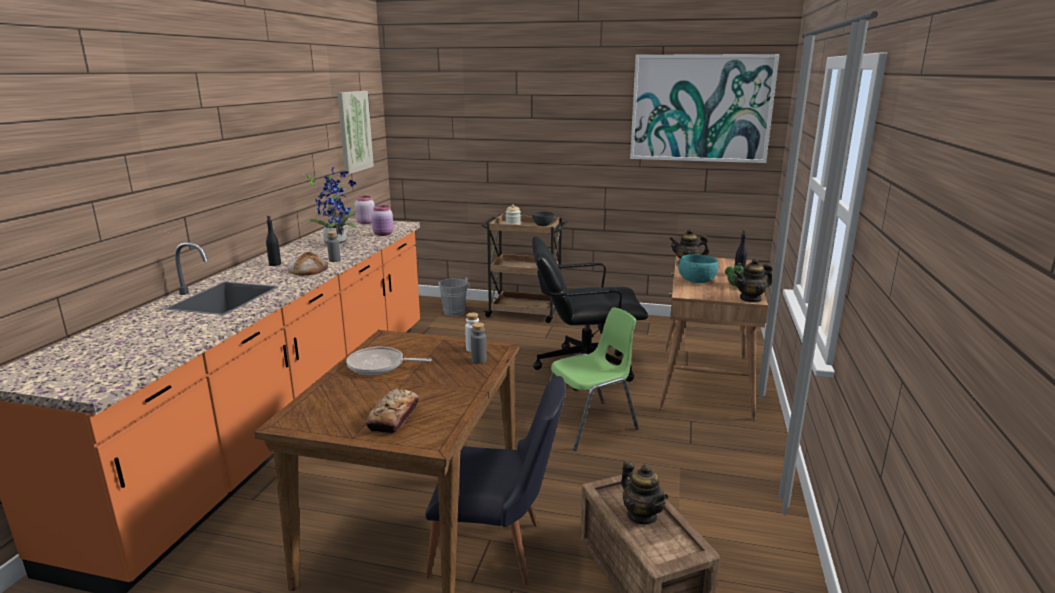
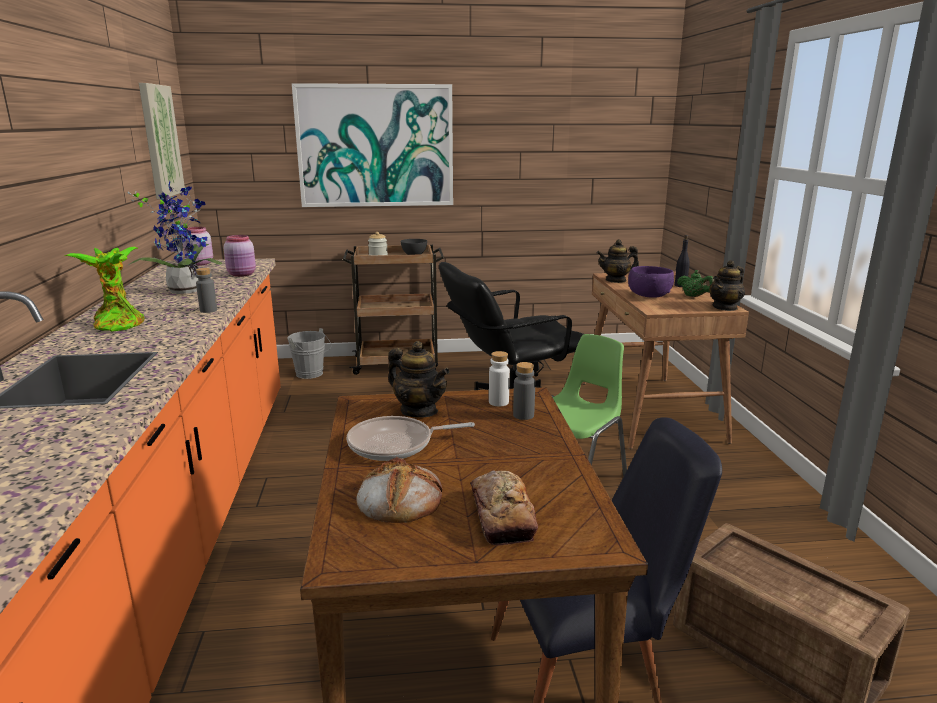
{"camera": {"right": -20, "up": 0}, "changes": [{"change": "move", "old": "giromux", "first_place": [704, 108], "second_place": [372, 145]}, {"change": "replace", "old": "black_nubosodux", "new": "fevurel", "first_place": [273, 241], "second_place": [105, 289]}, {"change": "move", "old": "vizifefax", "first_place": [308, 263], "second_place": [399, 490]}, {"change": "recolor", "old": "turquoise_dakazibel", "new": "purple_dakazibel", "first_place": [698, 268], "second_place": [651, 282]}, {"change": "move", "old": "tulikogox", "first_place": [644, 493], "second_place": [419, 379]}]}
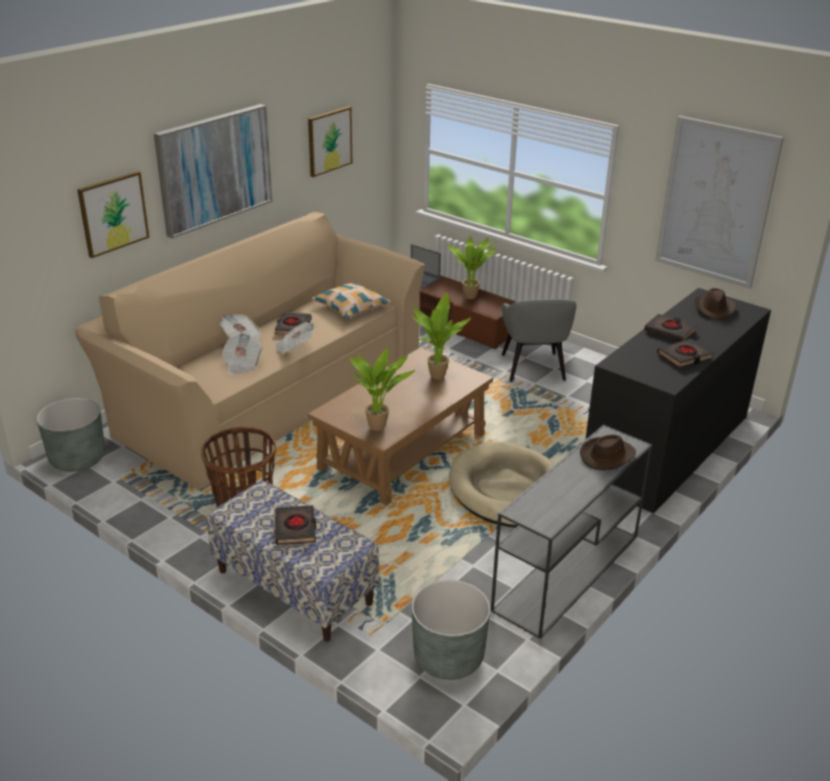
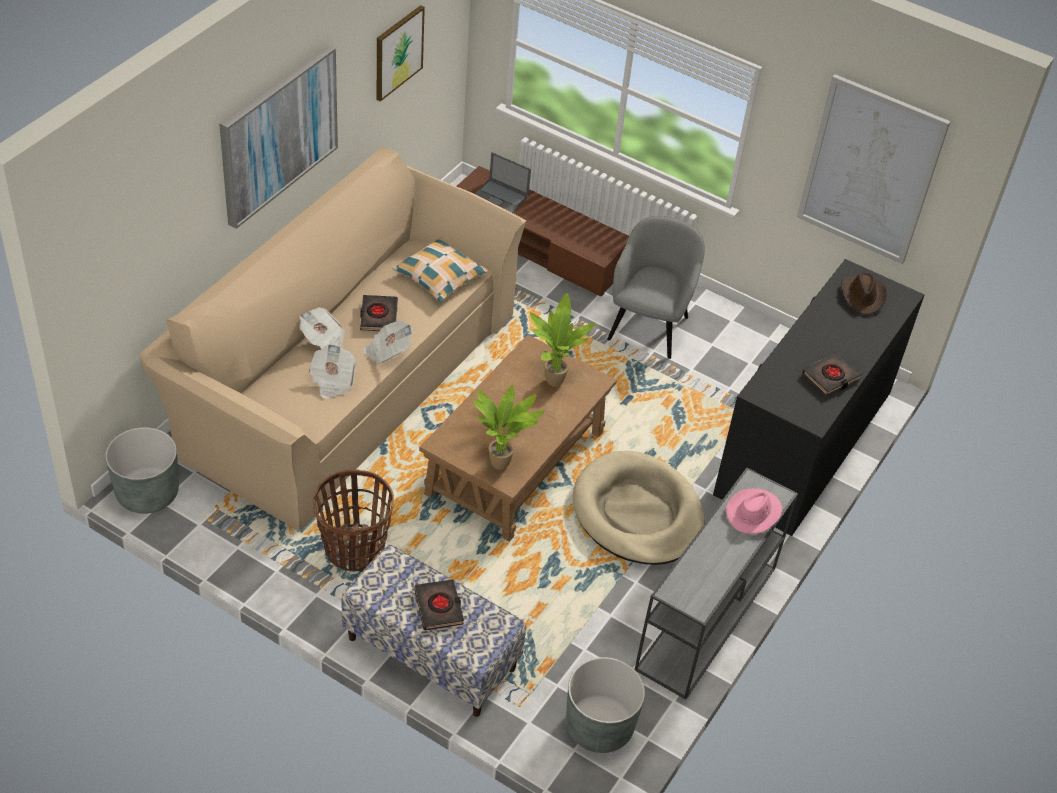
{"camera": {"right": -10, "up": 15}, "changes": [{"change": "delete", "old": "giromux", "first_place": [113, 214]}, {"change": "delete", "old": "fevurel", "first_place": [472, 267]}, {"change": "rotate", "old": "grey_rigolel", "first_place": [539, 340], "second_place": [656, 287], "degrees": -150}, {"change": "delete", "old": "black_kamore", "first_place": [670, 327]}, {"change": "recolor", "old": "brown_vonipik", "new": "pink_vonipik", "first_place": [608, 452], "second_place": [754, 511]}]}
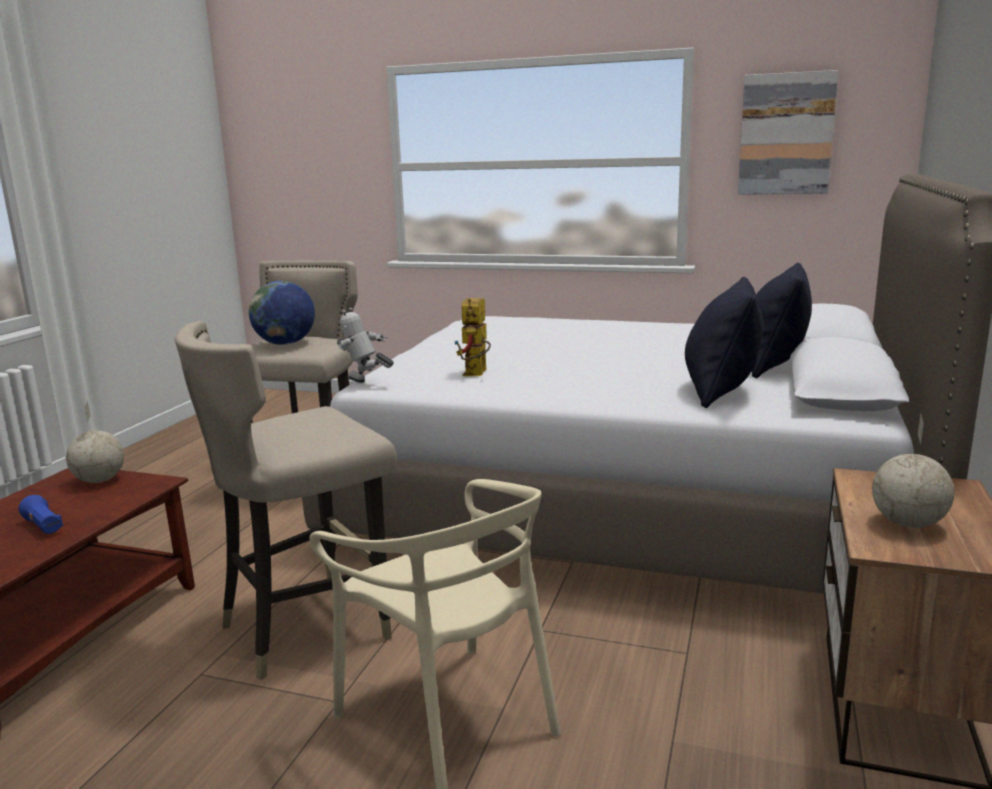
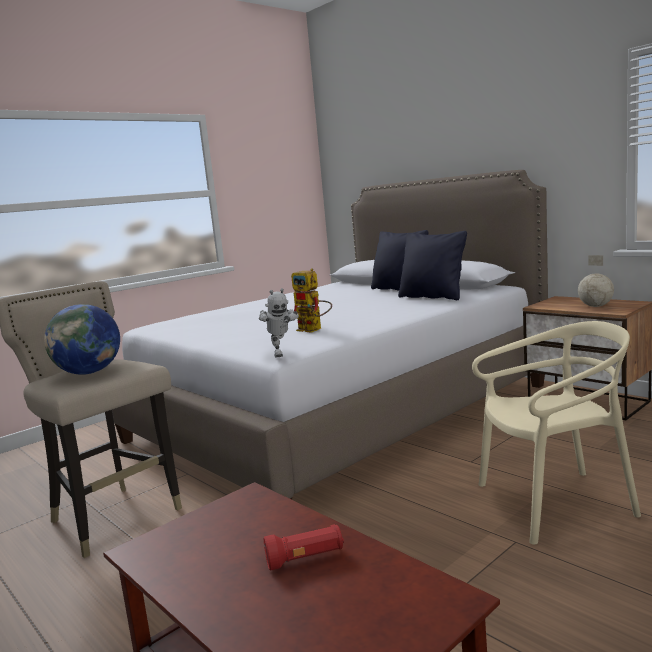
{"camera": {"right": -60, "up": -5}, "changes": [{"change": "delete", "old": "giromux", "first_place": [788, 132]}, {"change": "rotate", "old": "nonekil", "first_place": [365, 345], "second_place": [279, 322], "degrees": -75}, {"change": "delete", "old": "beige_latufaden", "first_place": [286, 500]}, {"change": "delete", "old": "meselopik", "first_place": [95, 442]}, {"change": "recolor", "old": "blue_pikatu", "new": "red_pikatu", "first_place": [40, 514], "second_place": [304, 547]}]}
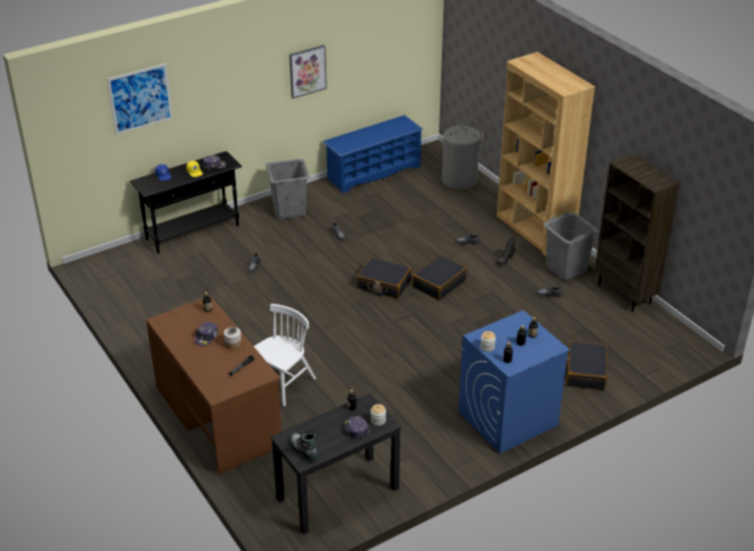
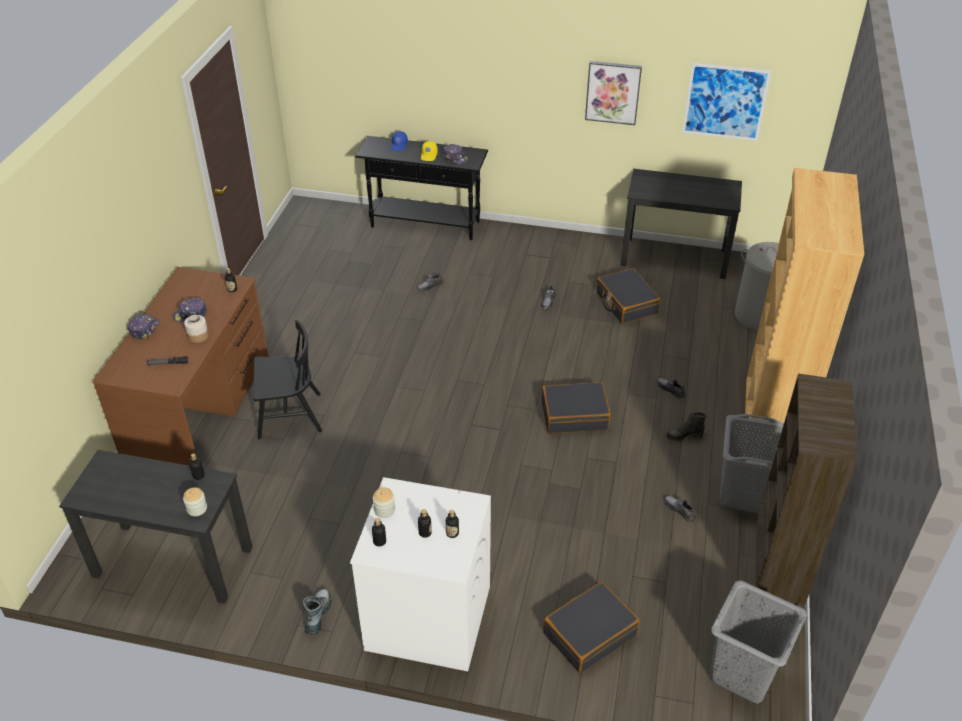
{"camera": {"right": 45, "up": 5}, "changes": [{"change": "move", "old": "giromux", "first_place": [140, 99], "second_place": [727, 102]}, {"change": "replace", "old": "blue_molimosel", "new": "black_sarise", "first_place": [373, 154], "second_place": [681, 224]}, {"change": "move", "old": "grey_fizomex", "first_place": [287, 189], "second_place": [758, 642]}, {"change": "move", "old": "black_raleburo", "first_place": [384, 278], "second_place": [629, 296]}, {"change": "recolor", "old": "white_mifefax", "new": "black_mifefax", "first_place": [285, 355], "second_place": [287, 379]}, {"change": "recolor", "old": "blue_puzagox", "new": "white_puzagox", "first_place": [514, 382], "second_place": [420, 574]}, {"change": "move", "old": "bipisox", "first_place": [356, 427], "second_place": [143, 326]}, {"change": "move", "old": "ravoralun", "first_place": [305, 446], "second_place": [317, 611]}]}
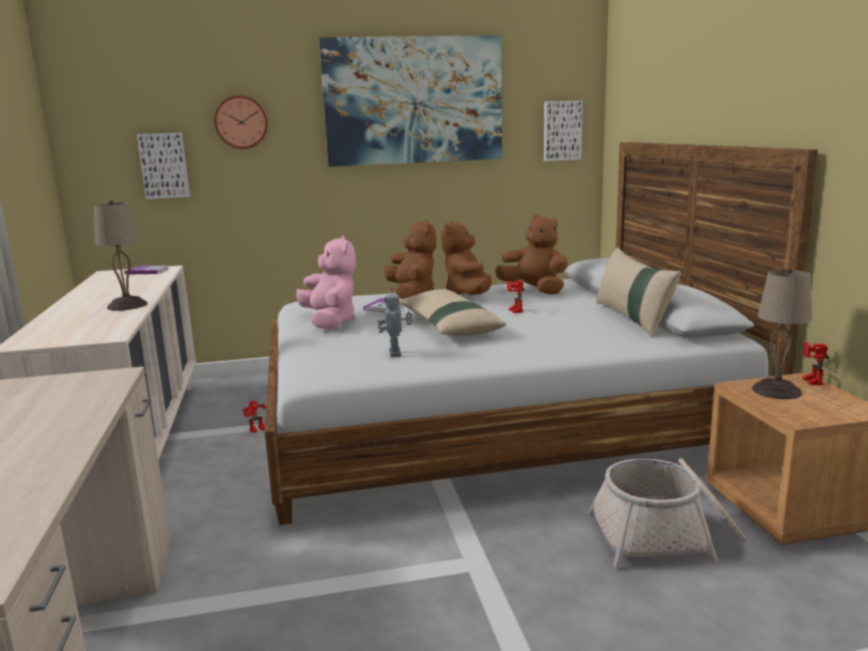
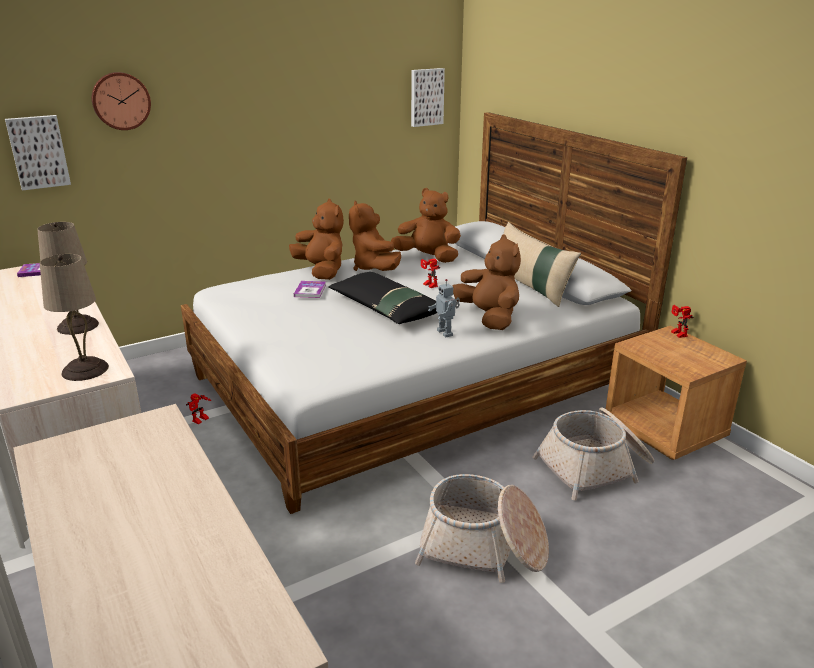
{"camera": {"right": -20, "up": 10}, "changes": [{"change": "delete", "old": "giromux", "first_place": [410, 101]}, {"change": "delete", "old": "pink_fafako", "first_place": [326, 282]}, {"change": "move", "old": "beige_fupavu", "first_place": [782, 333], "second_place": [74, 317]}, {"change": "move", "old": "nonekil", "first_place": [394, 322], "second_place": [444, 308]}, {"change": "recolor", "old": "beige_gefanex", "new": "black_gefanex", "first_place": [452, 312], "second_place": [383, 298]}, {"change": "insert", "new": "brown_fafako", "second_place": [487, 282]}, {"change": "insert", "new": "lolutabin", "second_place": [482, 528]}]}
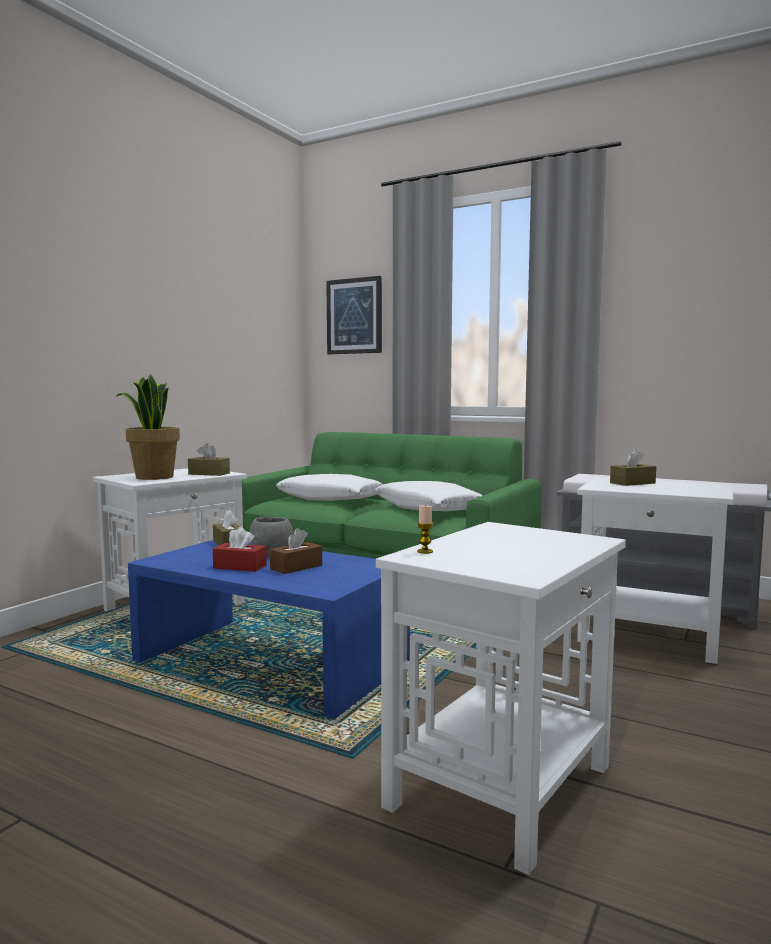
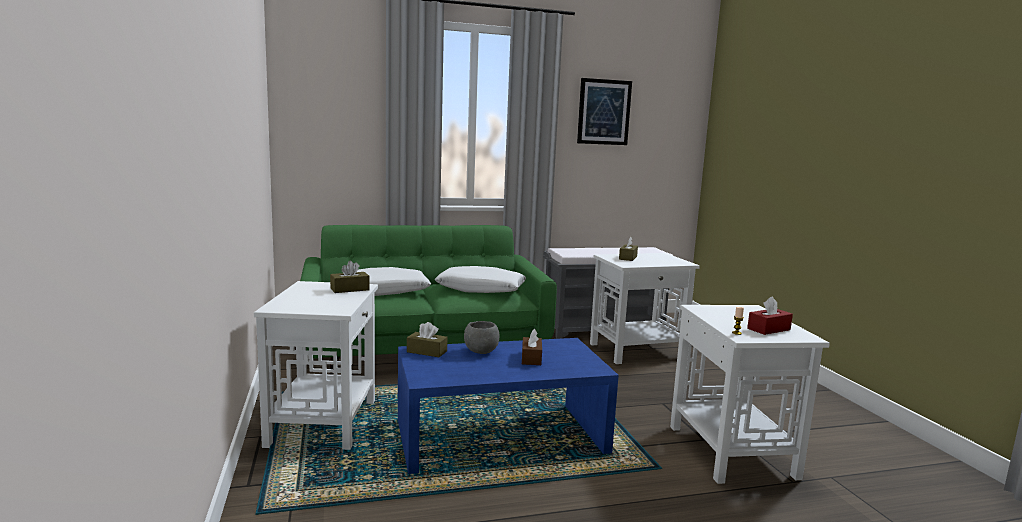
{"camera": {"right": -45, "up": 5}, "changes": [{"change": "move", "old": "giromux", "first_place": [354, 315], "second_place": [604, 111]}, {"change": "delete", "old": "fevurel", "first_place": [148, 427]}, {"change": "move", "old": "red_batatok", "first_place": [240, 549], "second_place": [770, 315]}]}
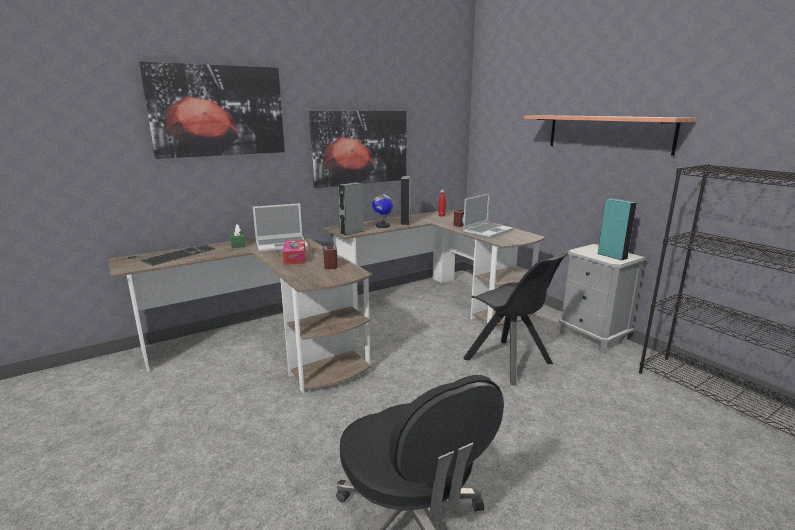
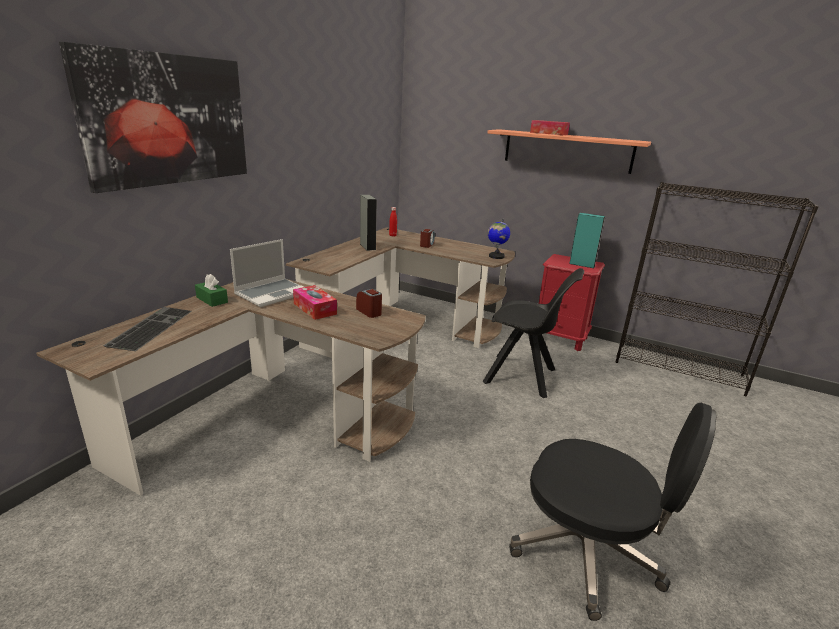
{"camera": {"right": -30, "up": 5}, "changes": [{"change": "delete", "old": "giromux", "first_place": [358, 149]}, {"change": "delete", "old": "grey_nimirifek", "first_place": [351, 209]}, {"change": "move", "old": "meselopik", "first_place": [383, 210], "second_place": [499, 239]}, {"change": "delete", "old": "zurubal", "first_place": [488, 215]}, {"change": "recolor", "old": "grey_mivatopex", "new": "red_mivatopex", "first_place": [602, 298], "second_place": [572, 302]}, {"change": "insert", "new": "batatok", "second_place": [550, 127]}]}
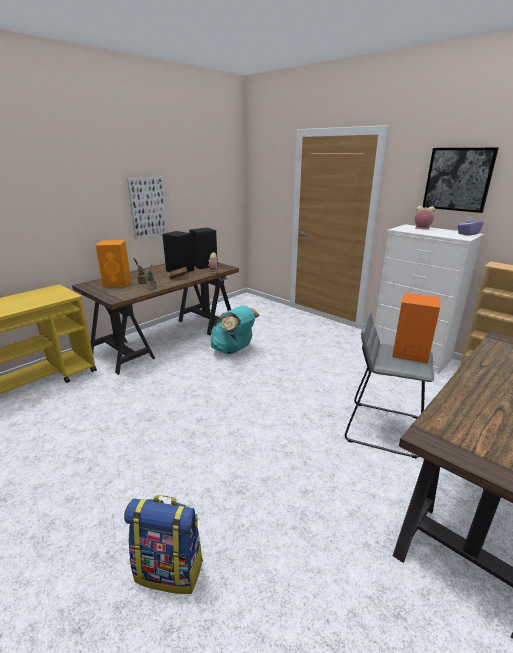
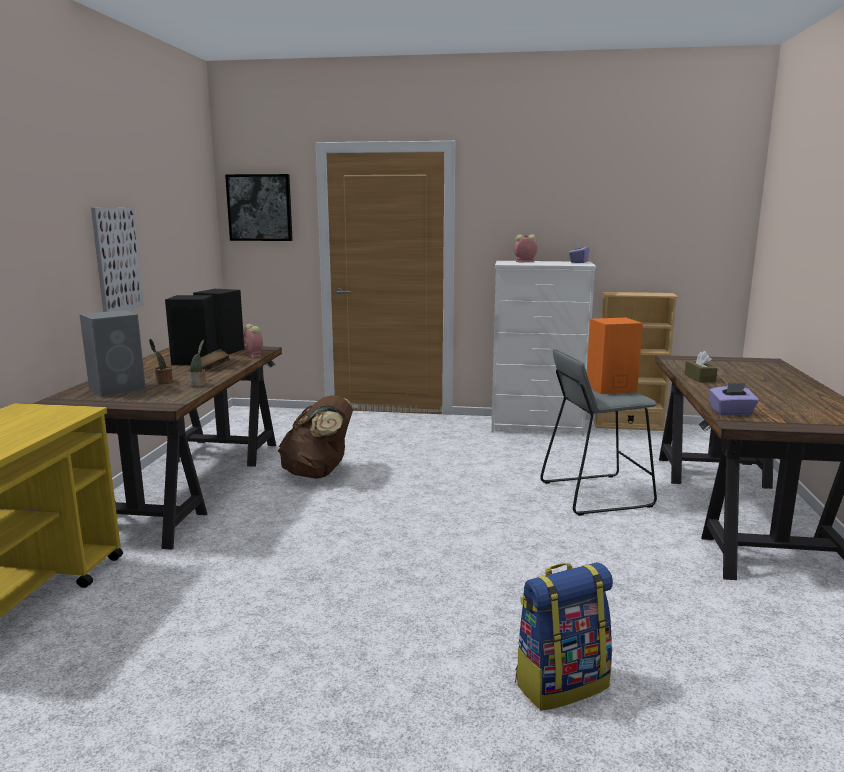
{"camera": {"right": -35, "up": -10}, "changes": [{"change": "move", "old": "giromux", "first_place": [461, 180], "second_place": [259, 207]}, {"change": "recolor", "old": "orange_nimirifek", "new": "grey_nimirifek", "first_place": [113, 263], "second_place": [112, 353]}, {"change": "recolor", "old": "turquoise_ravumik", "new": "brown_ravumik", "first_place": [235, 330], "second_place": [315, 437]}, {"change": "insert", "new": "brown_batatok", "second_place": [701, 366]}, {"change": "insert", "new": "purple_batatok", "second_place": [734, 399]}]}
